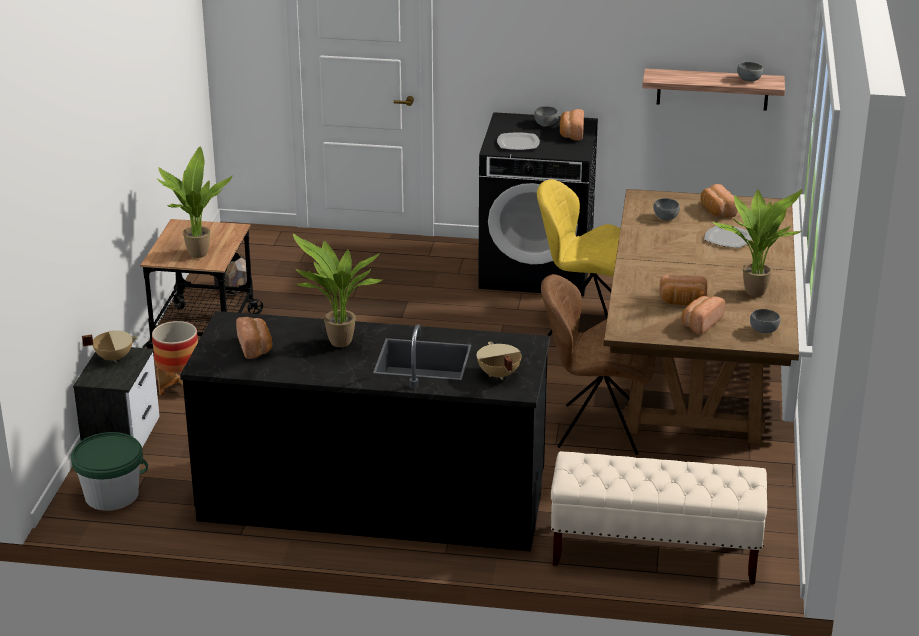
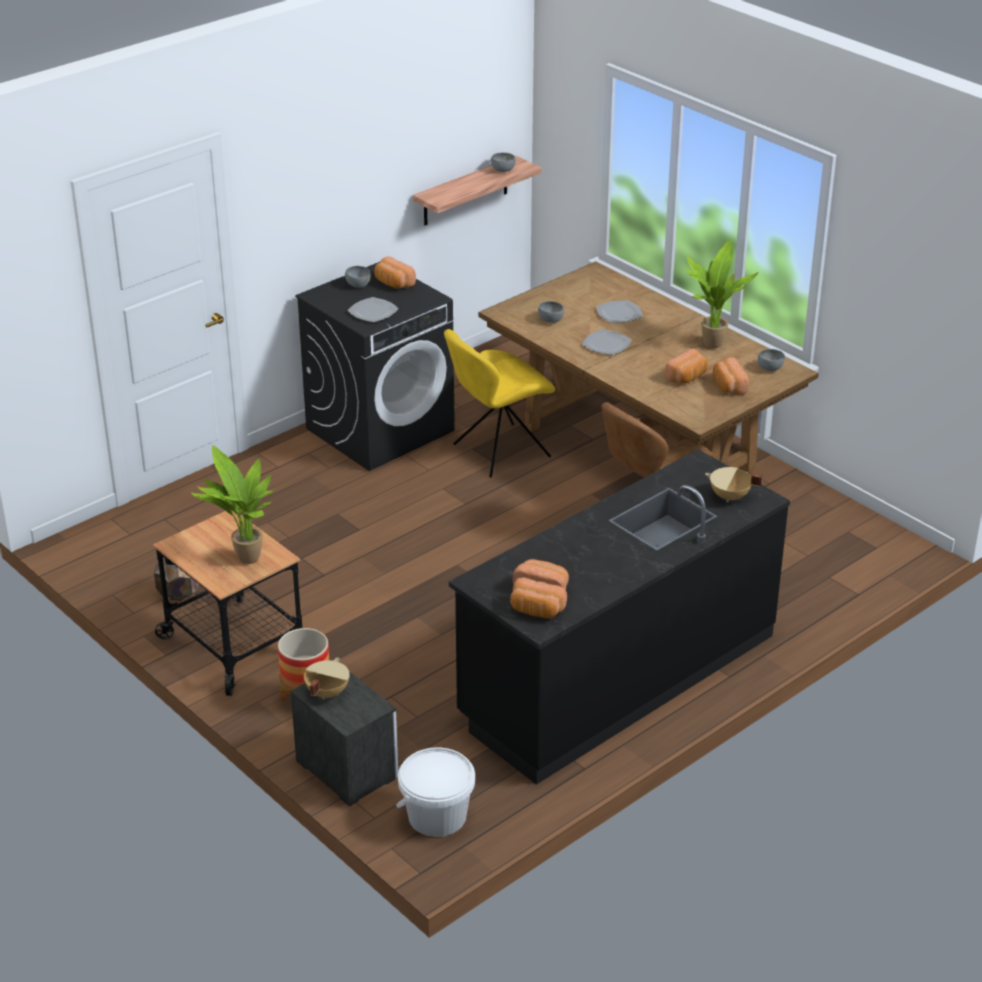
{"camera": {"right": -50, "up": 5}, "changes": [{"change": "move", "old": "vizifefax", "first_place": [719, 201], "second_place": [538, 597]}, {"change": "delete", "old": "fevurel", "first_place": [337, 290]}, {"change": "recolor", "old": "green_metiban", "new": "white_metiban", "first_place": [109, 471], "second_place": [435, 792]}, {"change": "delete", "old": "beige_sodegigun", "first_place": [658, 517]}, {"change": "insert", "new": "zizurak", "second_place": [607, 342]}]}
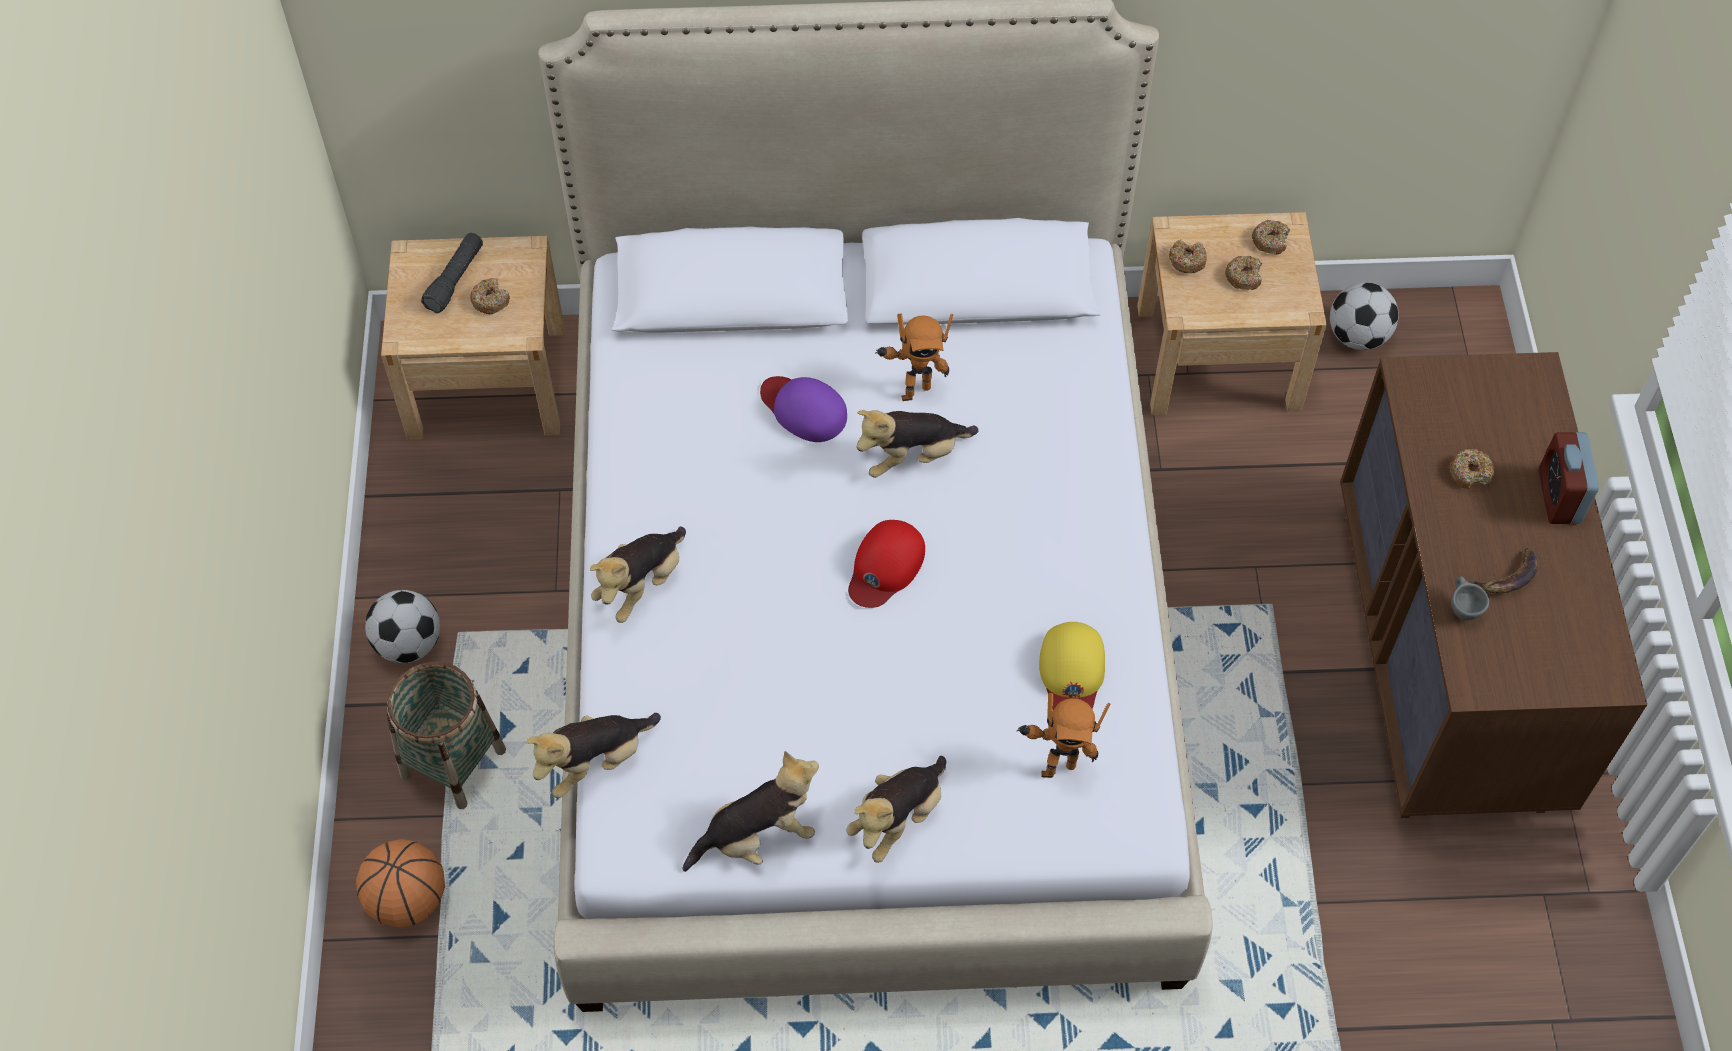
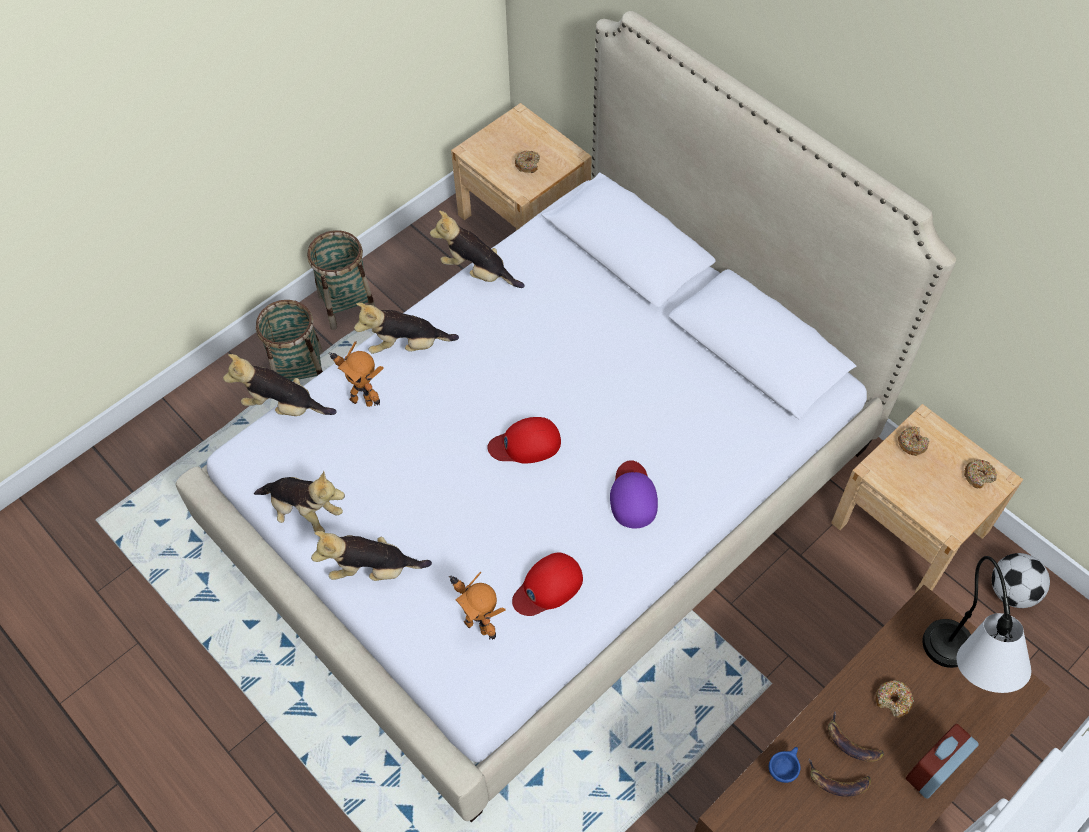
{"camera": {"right": 50, "up": 0}, "changes": [{"change": "delete", "old": "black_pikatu", "first_place": [452, 273]}, {"change": "delete", "old": "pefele", "first_place": [1243, 273]}, {"change": "move", "old": "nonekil", "first_place": [914, 357], "second_place": [356, 374]}, {"change": "move", "old": "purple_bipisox", "first_place": [803, 409], "second_place": [634, 494]}, {"change": "move", "old": "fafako", "first_place": [918, 444], "second_place": [477, 249]}, {"change": "recolor", "old": "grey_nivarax", "new": "blue_nivarax", "first_place": [1470, 598], "second_place": [785, 765]}, {"change": "replace", "old": "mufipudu", "new": "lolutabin", "first_place": [402, 626], "second_place": [341, 280]}, {"change": "recolor", "old": "yellow_bipisox", "new": "red_bipisox", "first_place": [1072, 666], "second_place": [547, 584]}, {"change": "delete", "old": "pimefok", "first_place": [400, 883]}, {"change": "insert", "new": "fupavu", "second_place": [976, 624]}, {"change": "insert", "new": "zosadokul", "second_place": [856, 737]}]}
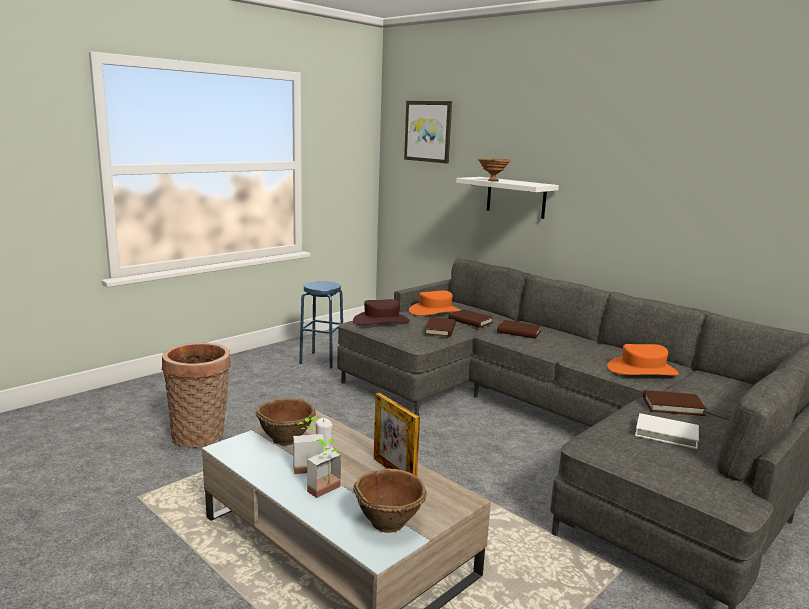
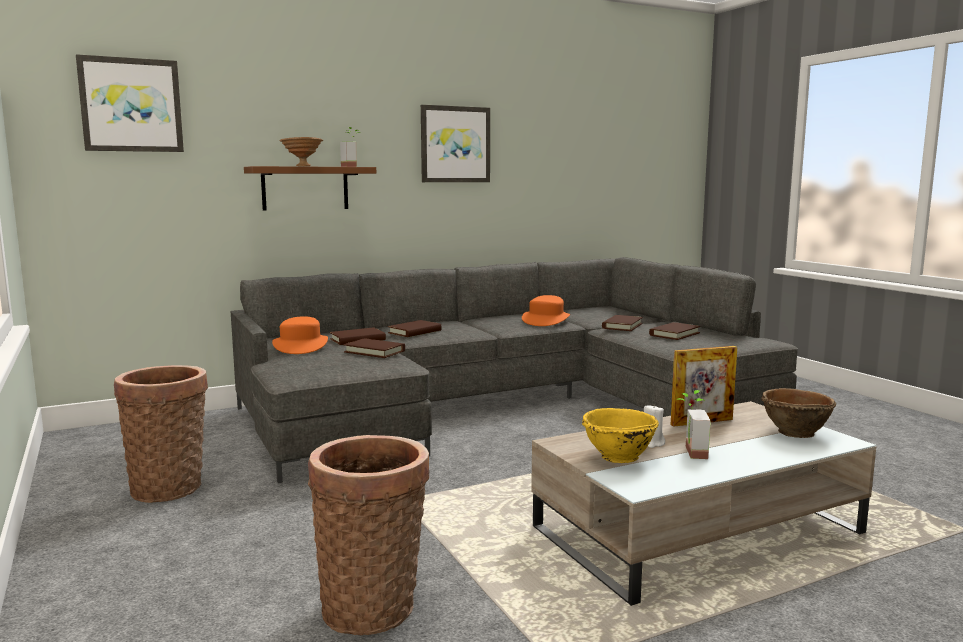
{"camera": {"right": -70, "up": -5}, "changes": [{"change": "recolor", "old": "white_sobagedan", "new": "brown_sobagedan", "first_place": [507, 198], "second_place": [310, 188]}, {"change": "replace", "old": "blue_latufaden", "new": "lolutabin", "first_place": [321, 325], "second_place": [161, 434]}, {"change": "delete", "old": "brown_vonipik", "first_place": [381, 312]}, {"change": "recolor", "old": "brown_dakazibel", "new": "yellow_dakazibel", "first_place": [286, 422], "second_place": [620, 435]}, {"change": "recolor", "old": "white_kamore", "new": "brown_kamore", "first_place": [667, 431], "second_place": [674, 331]}, {"change": "move", "old": "fevurel", "first_place": [324, 468], "second_place": [350, 147]}, {"change": "insert", "new": "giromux", "second_place": [455, 143]}]}
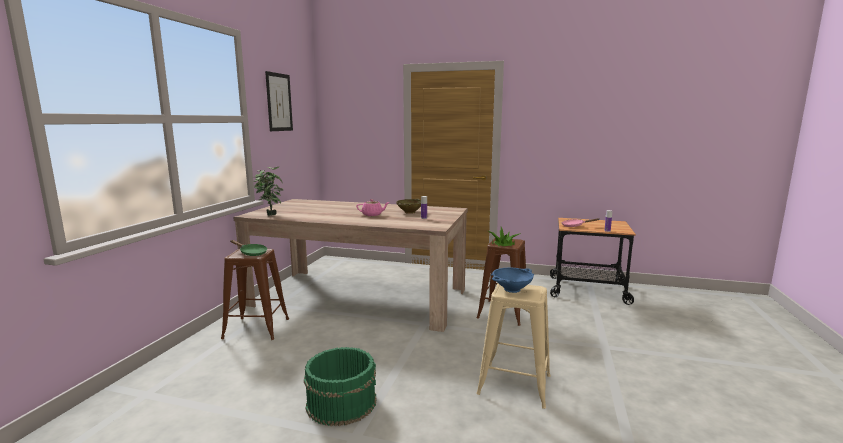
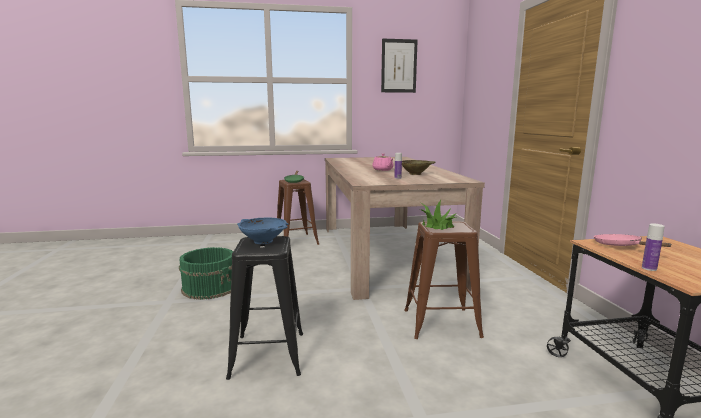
{"camera": {"right": 65, "up": 0}, "changes": [{"change": "delete", "old": "fevurel", "first_place": [268, 191]}, {"change": "recolor", "old": "beige_latufaden", "new": "black_latufaden", "first_place": [513, 346], "second_place": [264, 308]}]}
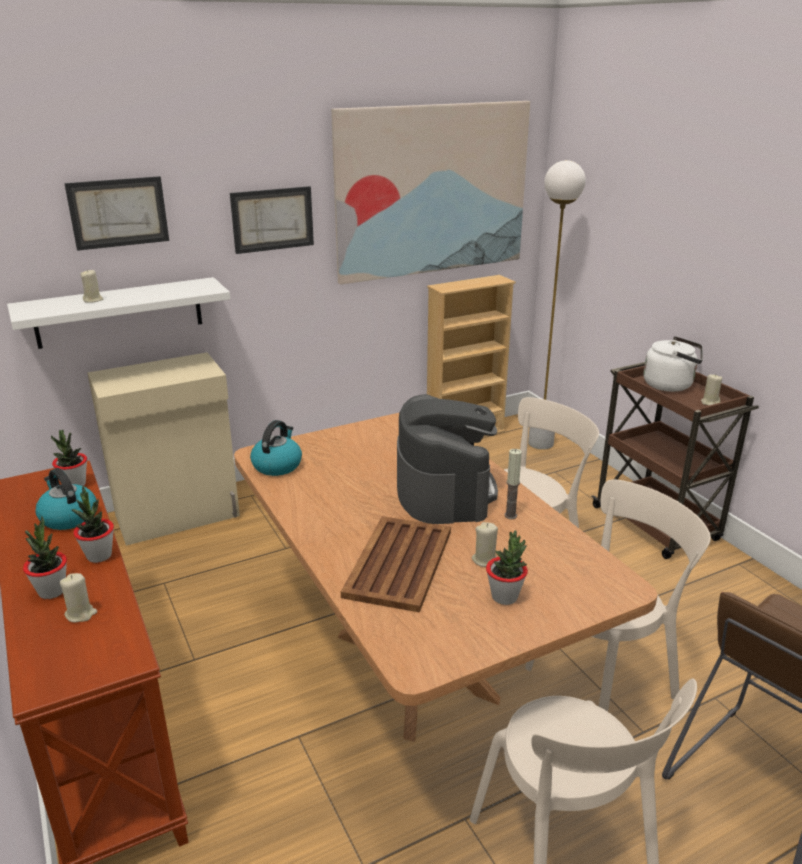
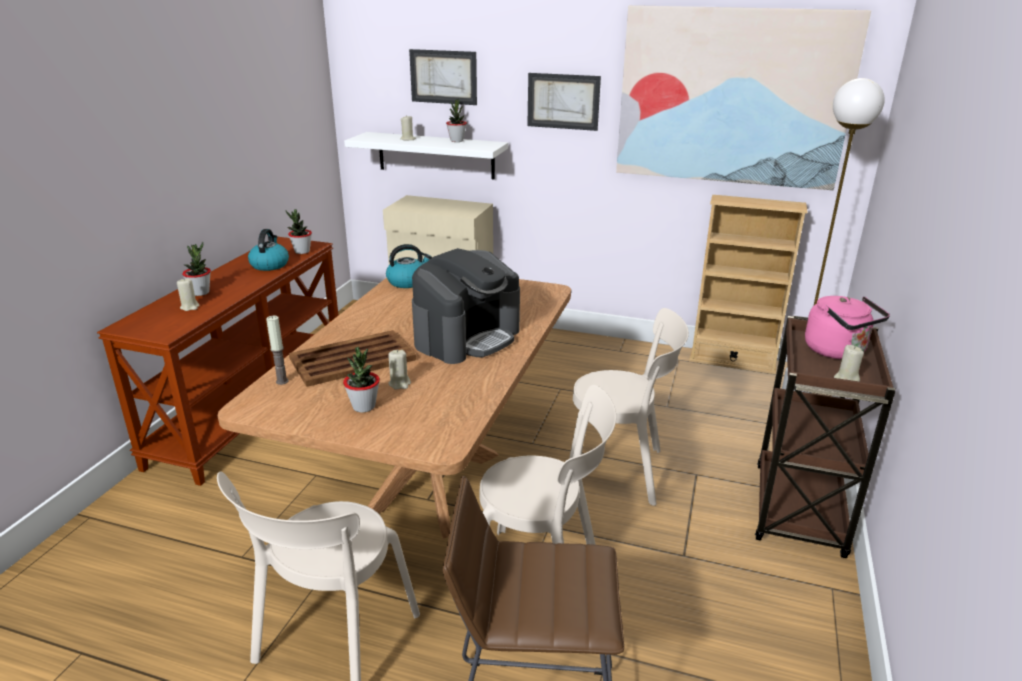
{"camera": {"right": 45, "up": 0}, "changes": [{"change": "recolor", "old": "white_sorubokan", "new": "pink_sorubokan", "first_place": [673, 364], "second_place": [847, 327]}, {"change": "move", "old": "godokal", "first_place": [513, 484], "second_place": [277, 350]}, {"change": "move", "old": "fevurel", "first_place": [92, 524], "second_place": [456, 120]}]}
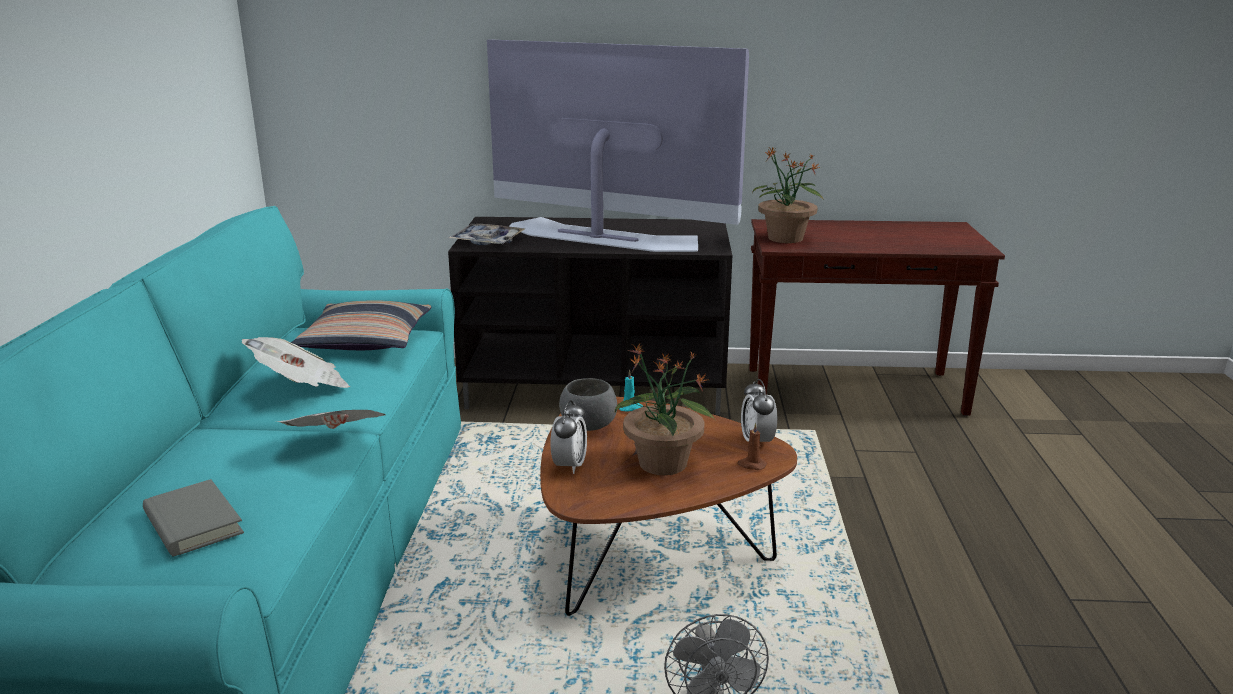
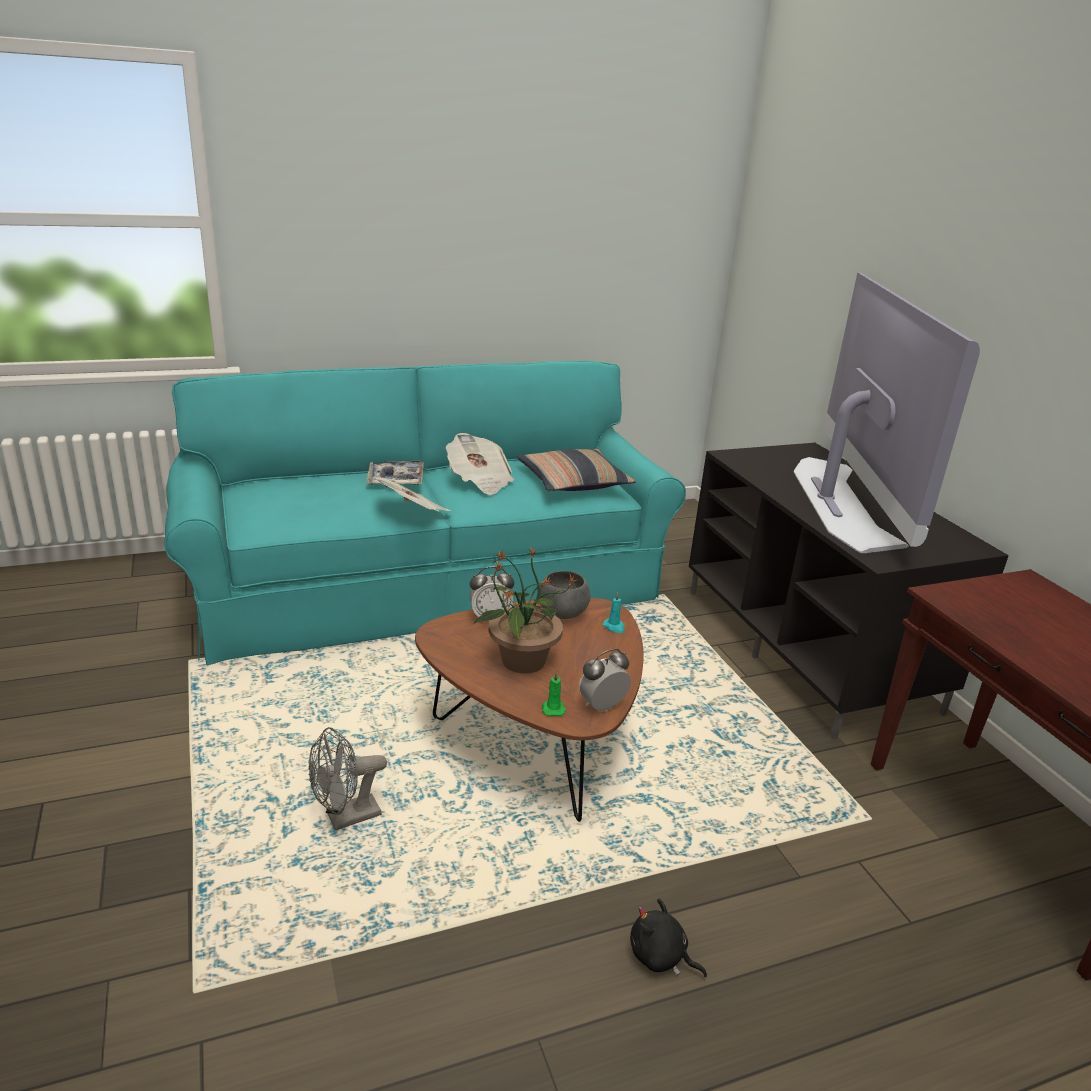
{"camera": {"right": 65, "up": 5}, "changes": [{"change": "delete", "old": "fevurel", "first_place": [788, 195]}, {"change": "move", "old": "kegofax", "first_place": [487, 234], "second_place": [395, 474]}, {"change": "recolor", "old": "brown_godokal", "new": "green_godokal", "first_place": [752, 446], "second_place": [554, 693]}, {"change": "delete", "old": "grey_kamore", "first_place": [193, 518]}, {"change": "insert", "new": "black_fafako", "second_place": [668, 937]}]}
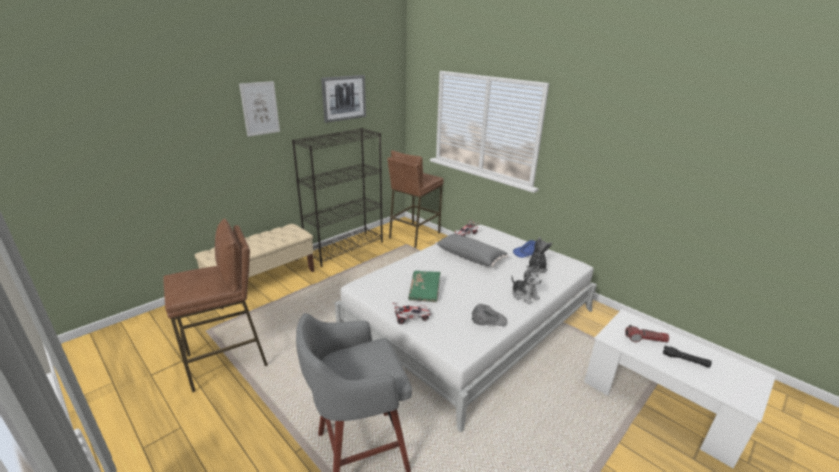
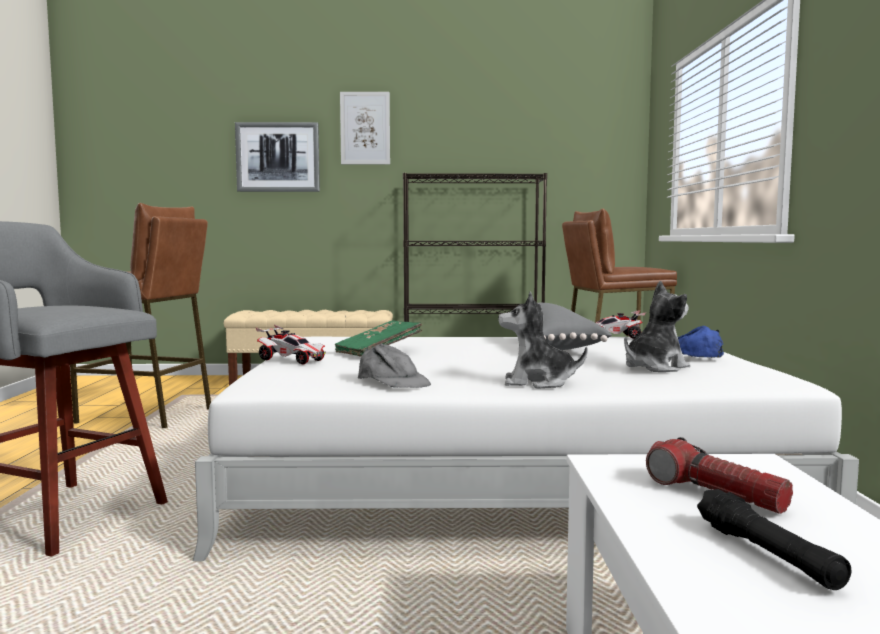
{"camera": {"right": 45, "up": -20}, "changes": [{"change": "move", "old": "giromux", "first_place": [343, 99], "second_place": [277, 157]}, {"change": "rotate", "old": "fafako", "first_place": [526, 284], "second_place": [543, 340], "degrees": 90}]}
